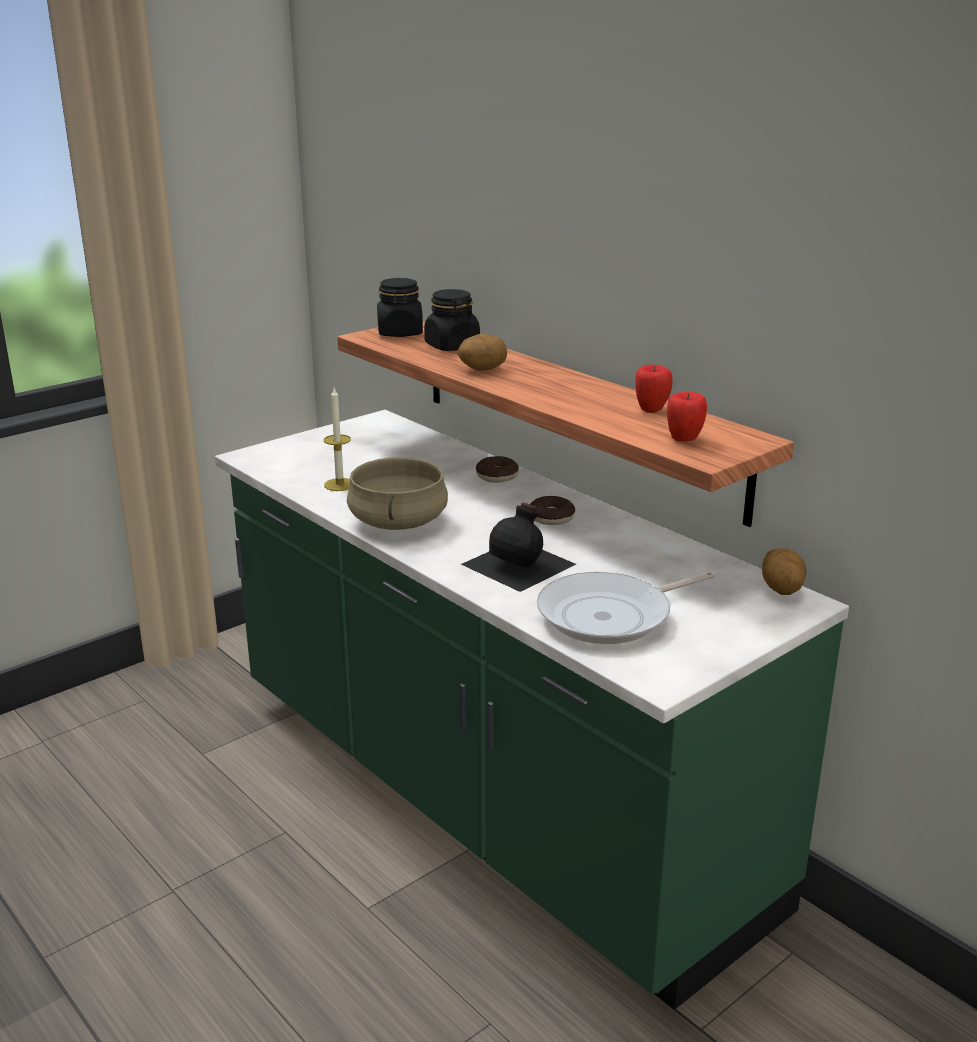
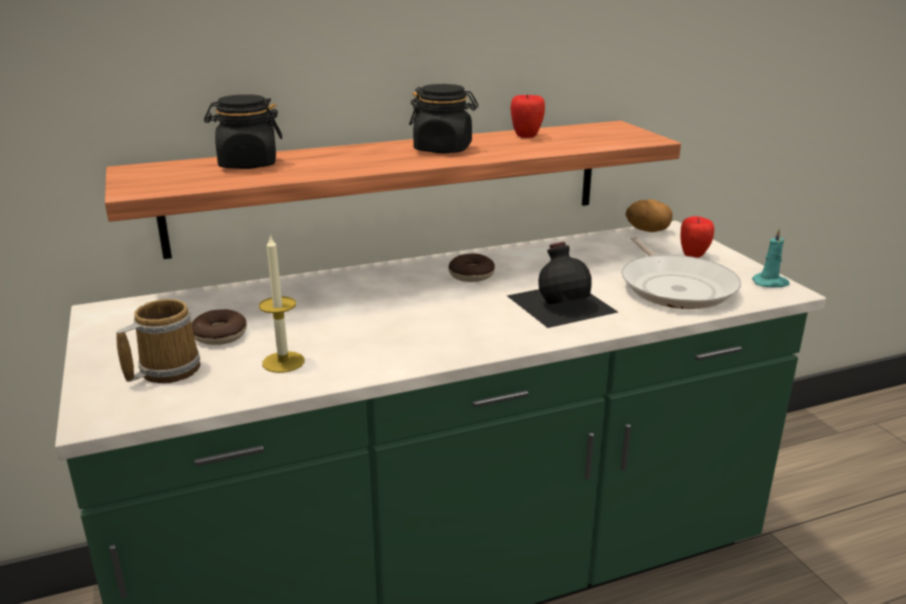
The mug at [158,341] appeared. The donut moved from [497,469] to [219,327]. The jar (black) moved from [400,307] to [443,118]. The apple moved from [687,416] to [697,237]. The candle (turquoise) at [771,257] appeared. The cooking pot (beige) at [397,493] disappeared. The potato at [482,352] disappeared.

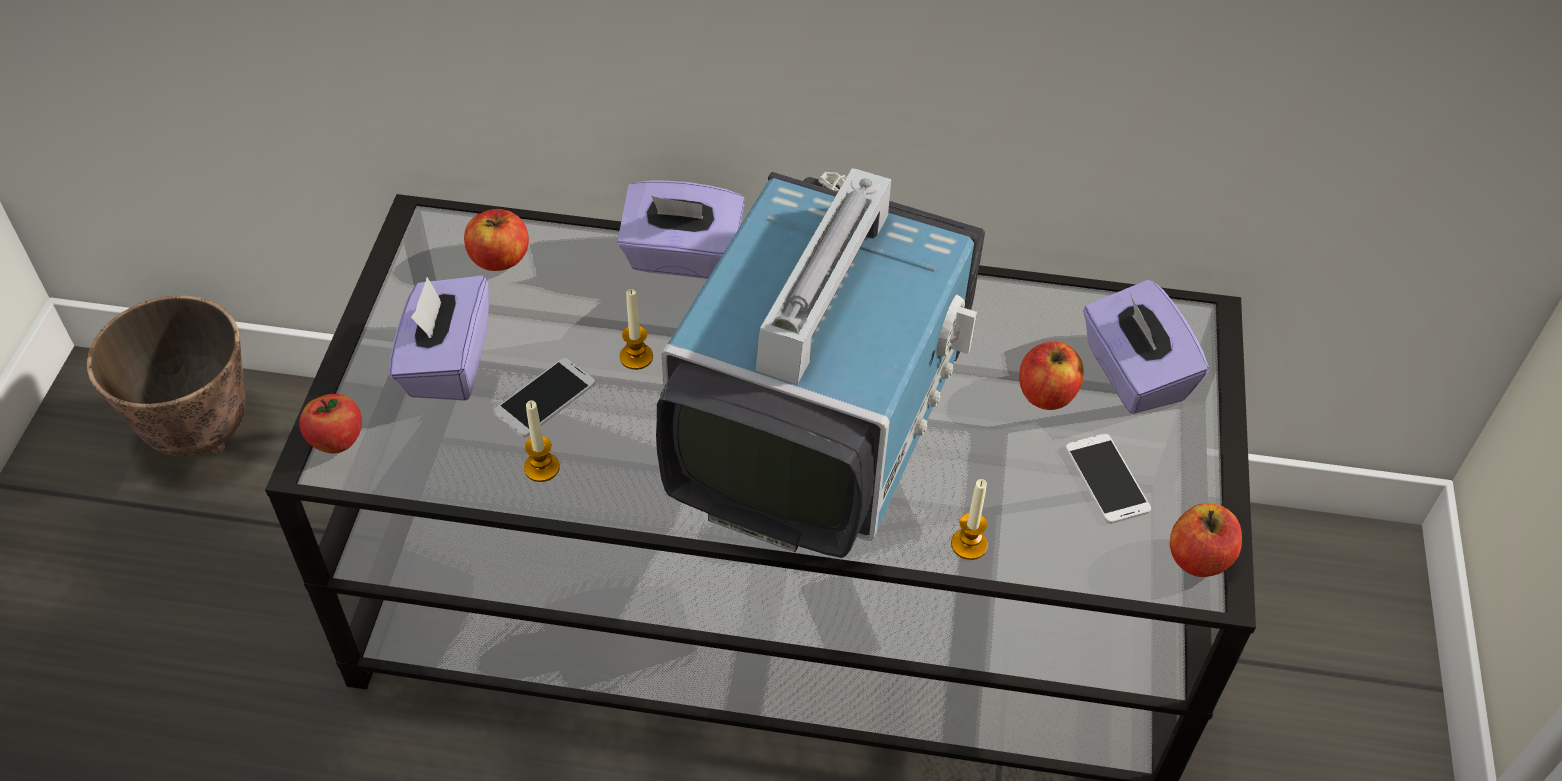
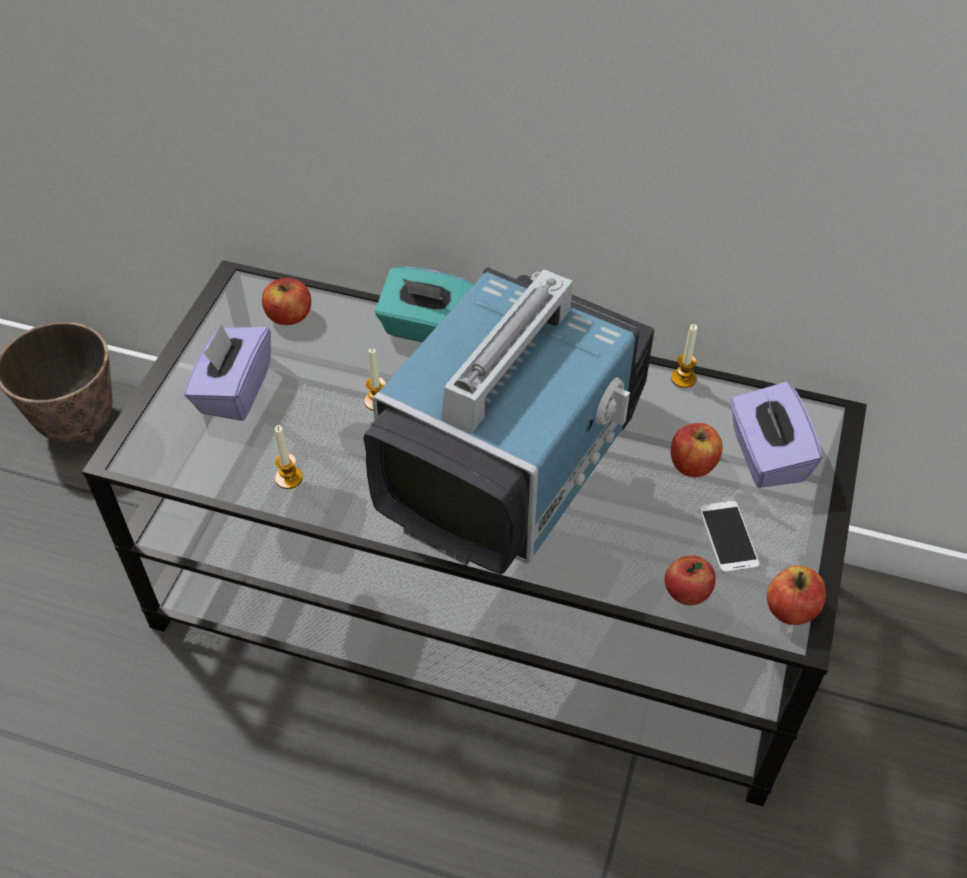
The tissue box (purple) at [681,230] became the tissue box (turquoise) at [424,305]. The apple moved from [330,423] to [690,580]. The candle moved from [969,519] to [684,356]. The phone at [544,397] disappeared.

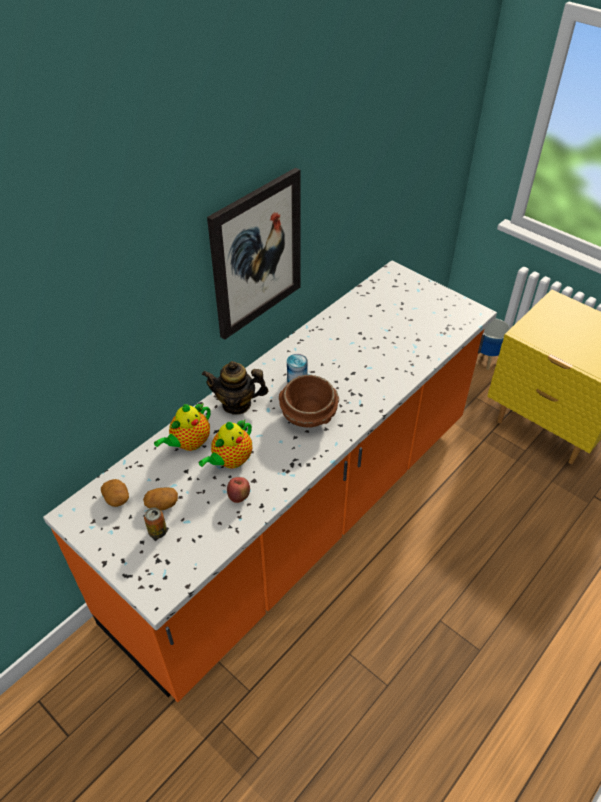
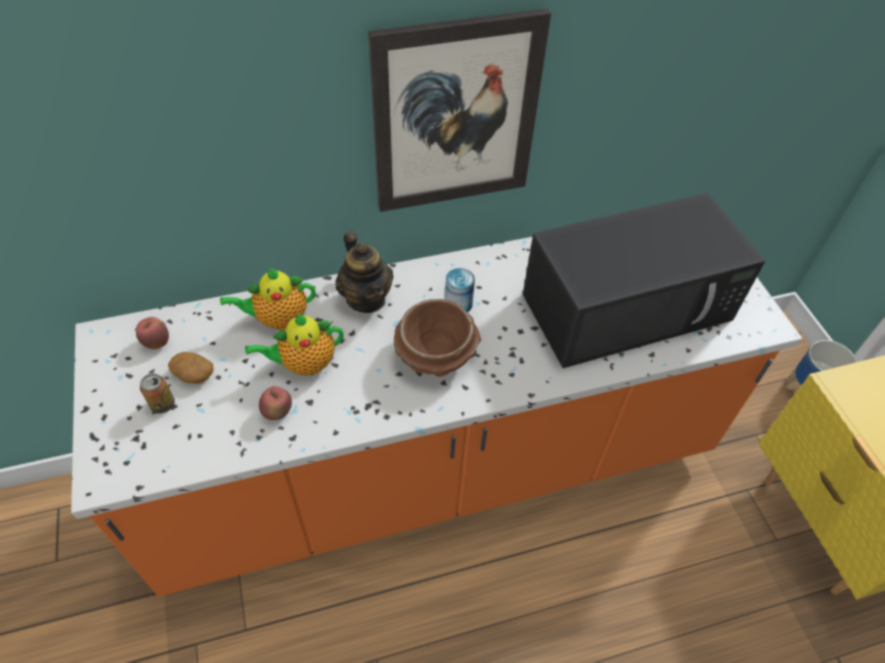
The potato at [115,493] was replaced by the apple at [152,333]. The teapot at [235,388] turned 150 degrees counterclockwise. The microwave (black) at [644,280] appeared.

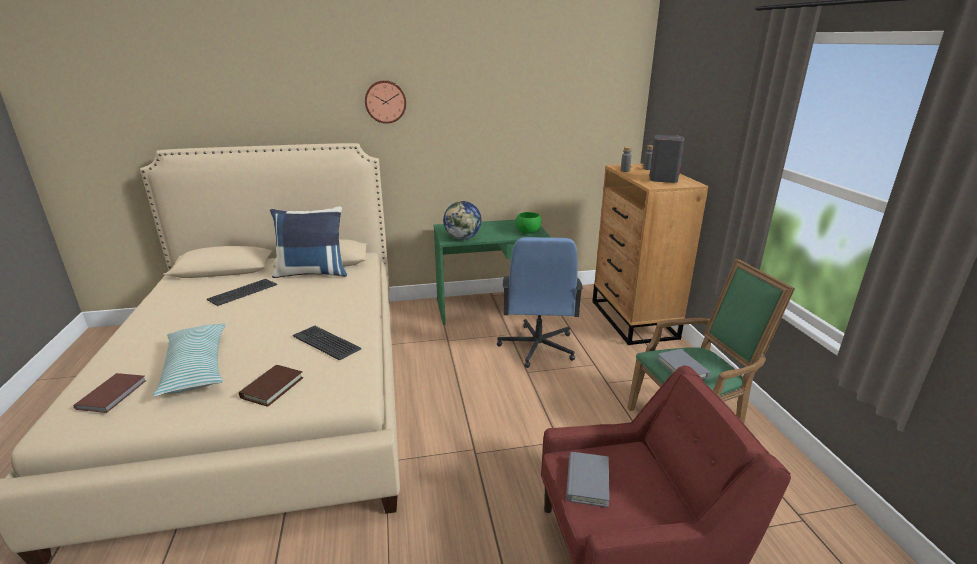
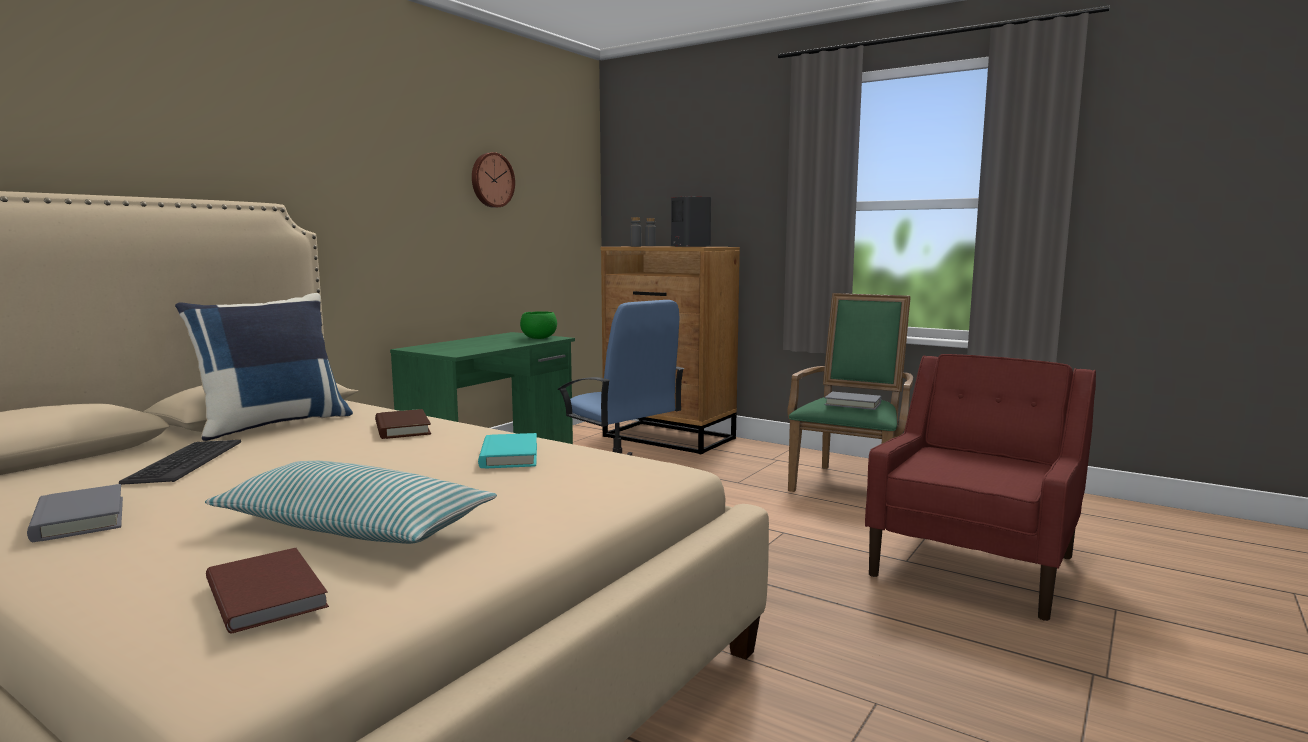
The book (grey) moved from [588,479] to [75,513]. The book (brown) moved from [271,386] to [403,424]. The wall clock moved from [385,102] to [493,180]. The keyboard at [327,343] was replaced by the book (turquoise) at [507,450]. The globe at [462,220] disappeared.

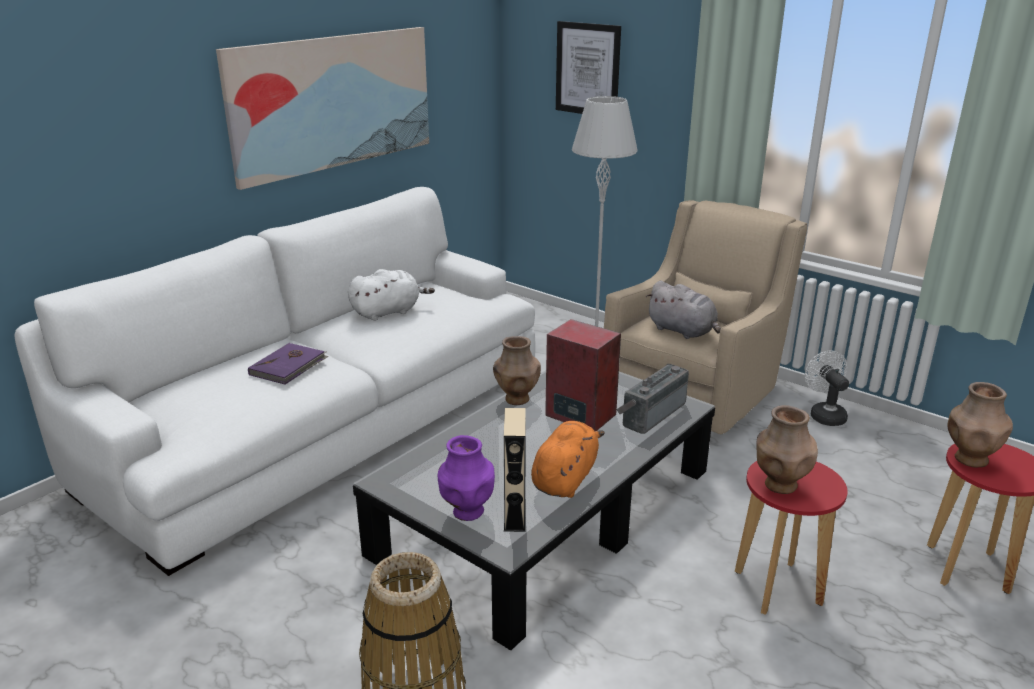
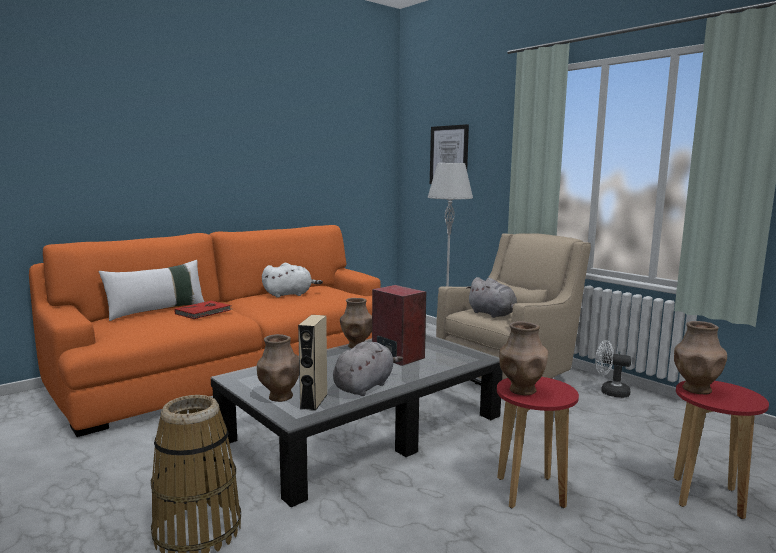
The sofa (white) at [274,381] became the sofa (orange) at [205,331]. The pillow (white) at [151,290] appeared. The book (purple) at [288,364] became the book (red) at [202,310]. The vase (purple) at [466,478] became the vase (brown) at [278,368]. The plush toy (orange) at [568,459] became the plush toy (grey) at [368,368]. The fan (white) at [827,388] turned 60 degrees counterclockwise. The picture at [322,108] disappeared. The radio at [652,399] disappeared.

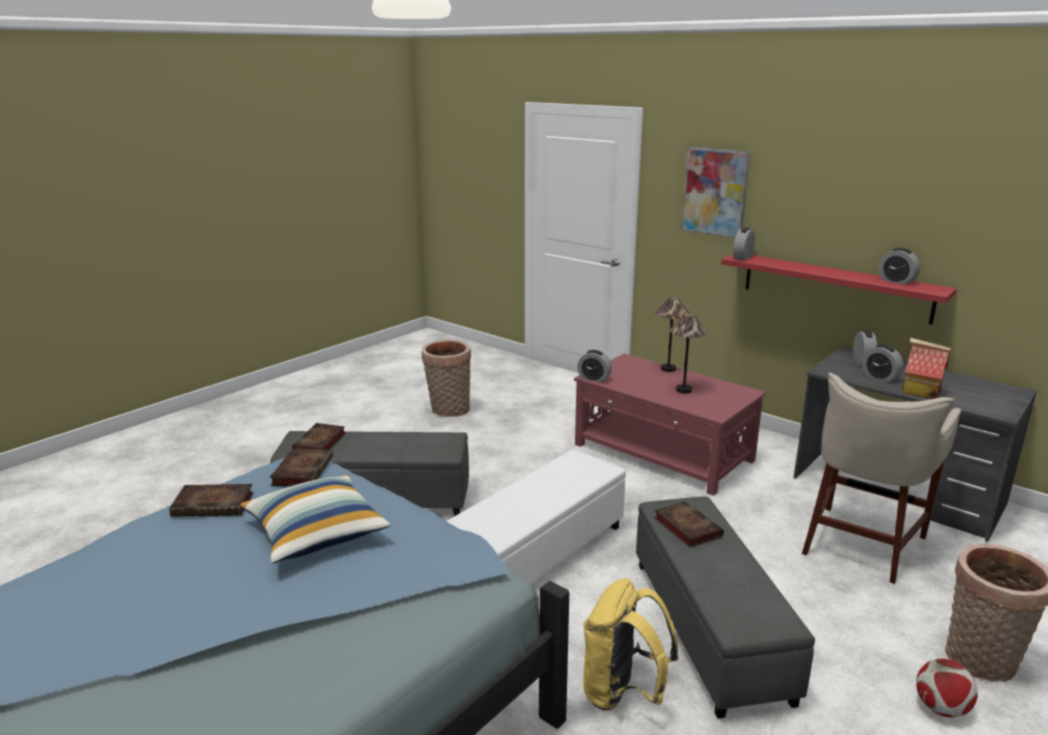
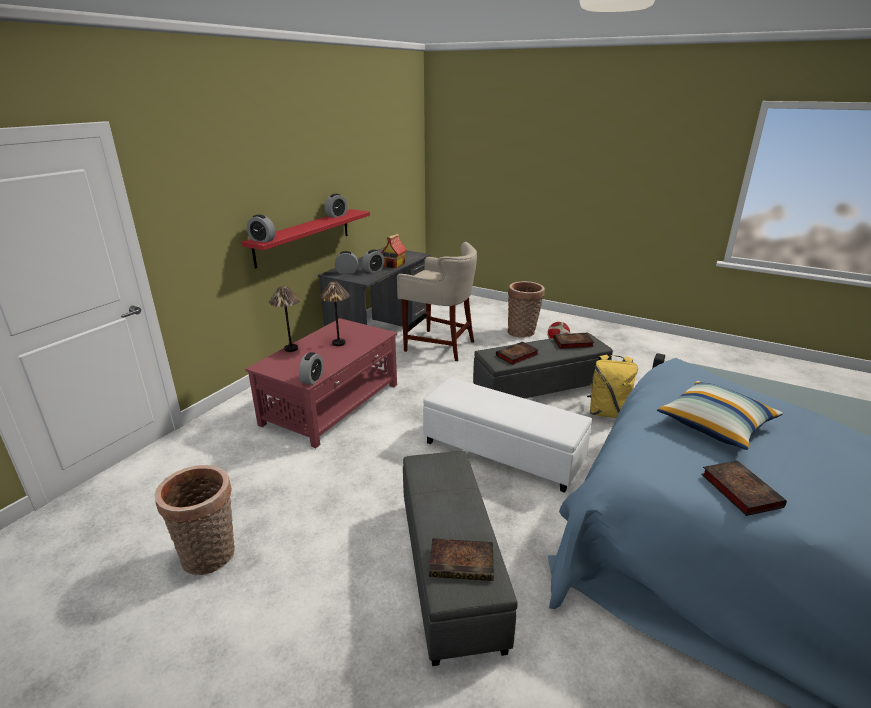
The book moved from [301,467] to [574,341]. The picture at [715,192] disappeared.

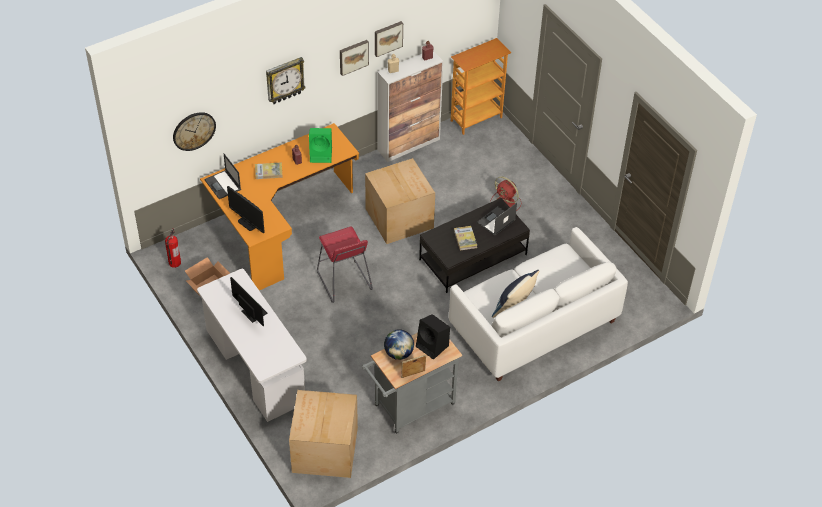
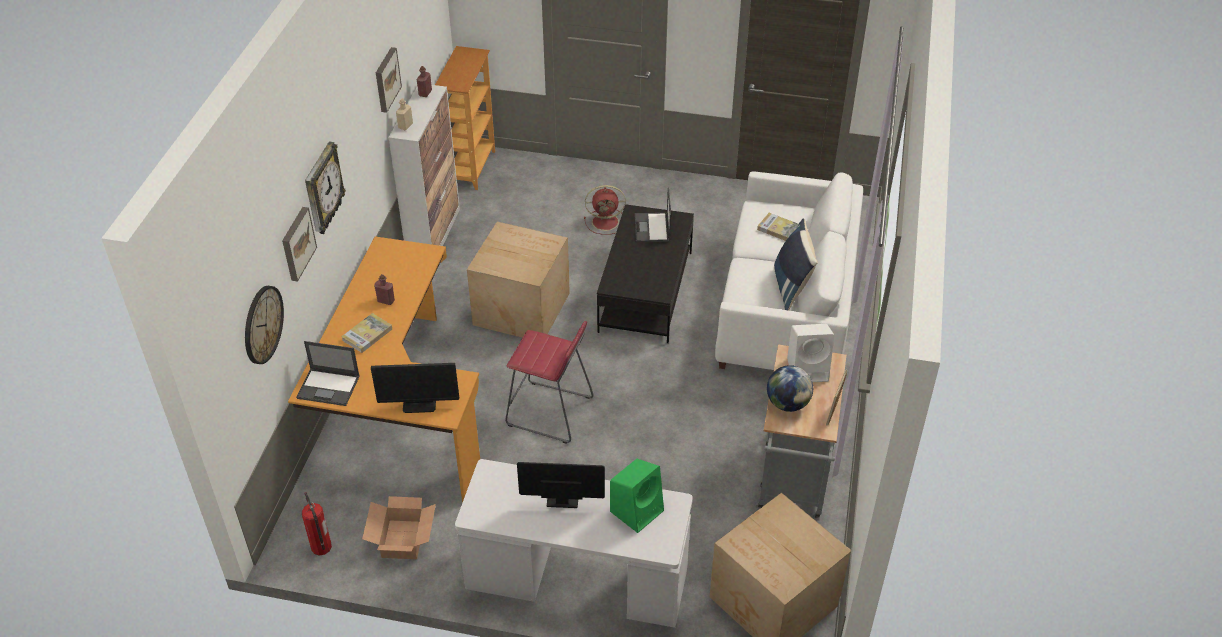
The picture moved from [354,58] to [299,244]. The speaker (green) moved from [320,145] to [637,496]. The book moved from [465,238] to [778,227]. The speaker (black) at [433,337] became the speaker (white) at [810,353].

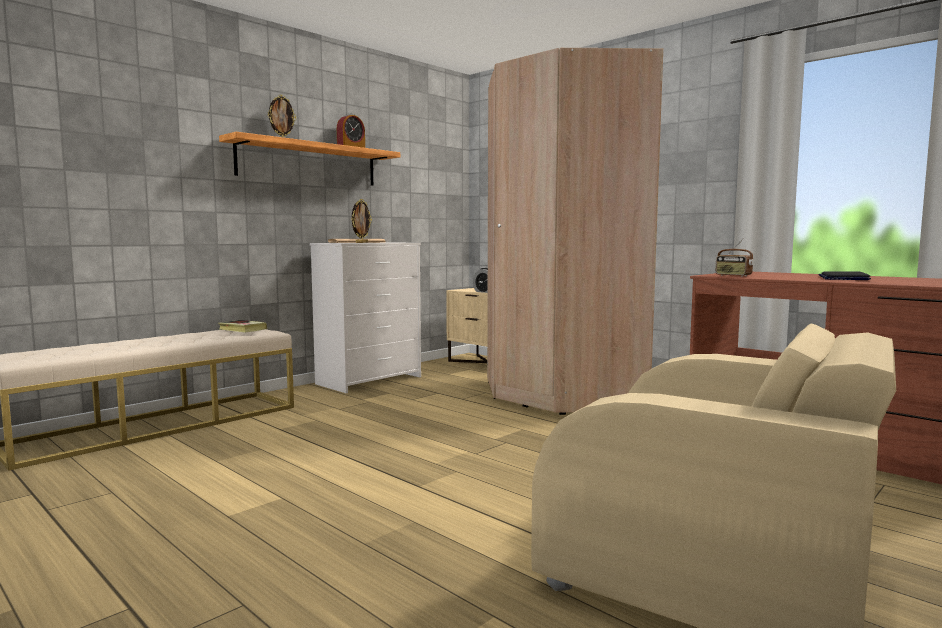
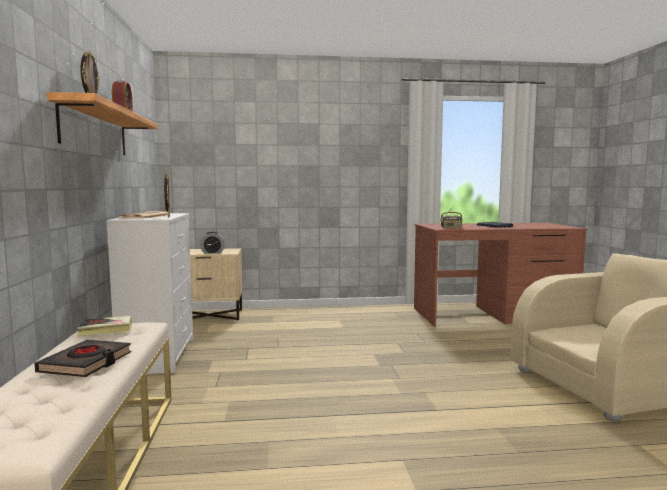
The book (black) at [83,358] appeared. The wardrobe (beige) at [575,231] disappeared.

